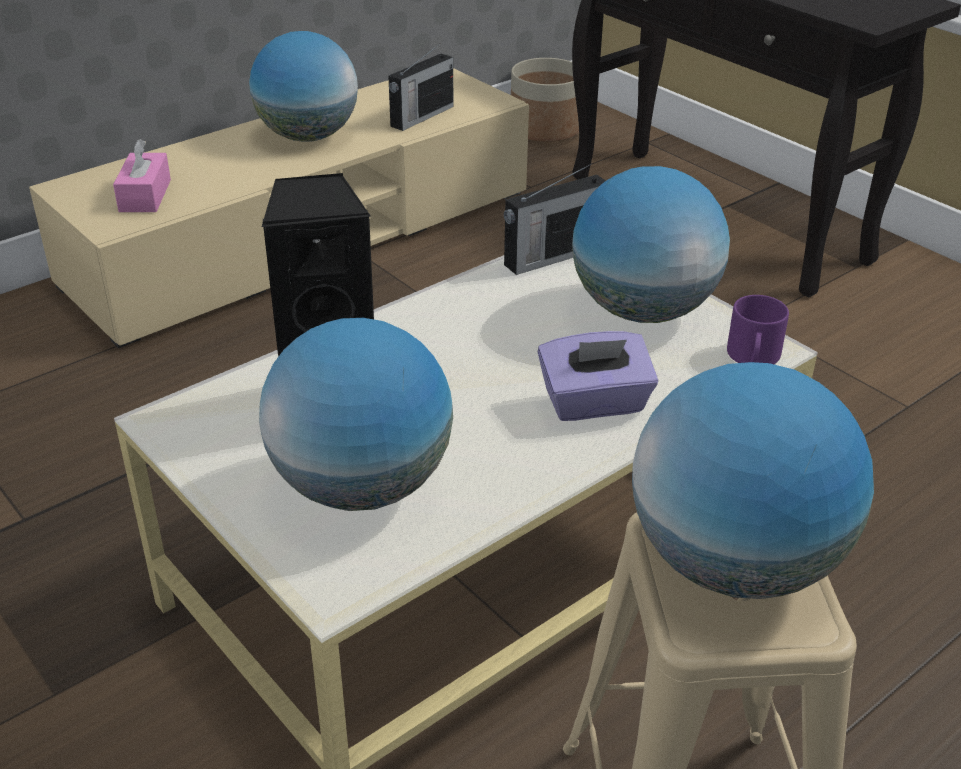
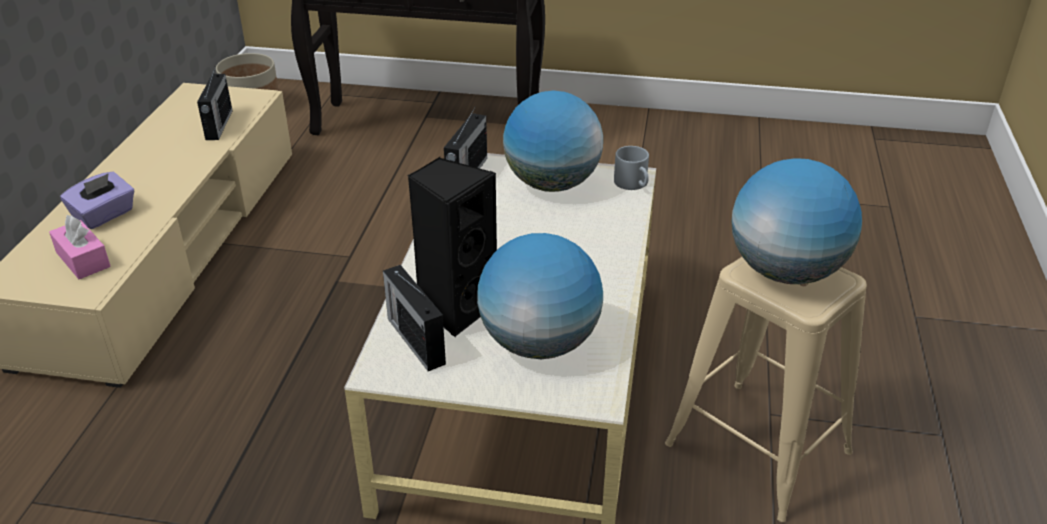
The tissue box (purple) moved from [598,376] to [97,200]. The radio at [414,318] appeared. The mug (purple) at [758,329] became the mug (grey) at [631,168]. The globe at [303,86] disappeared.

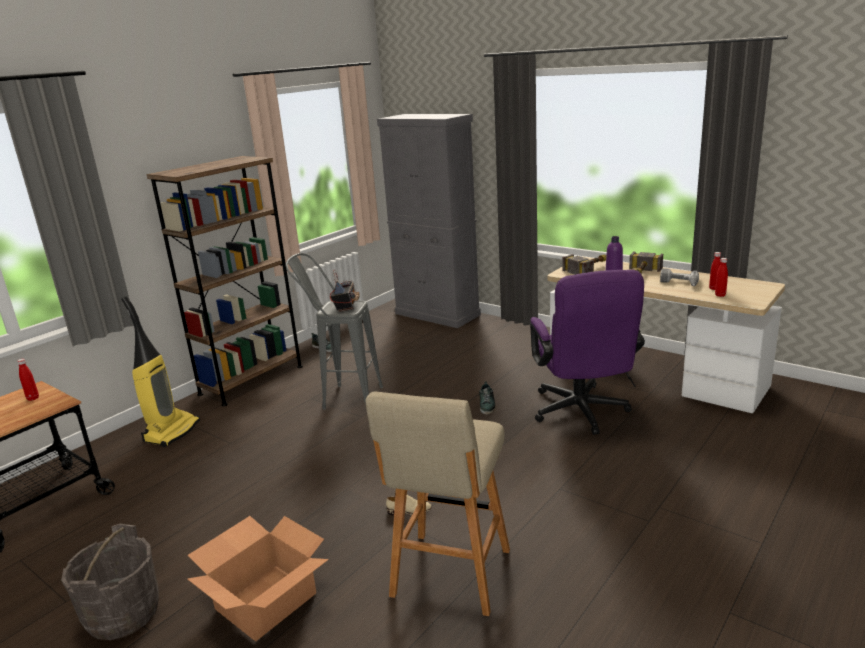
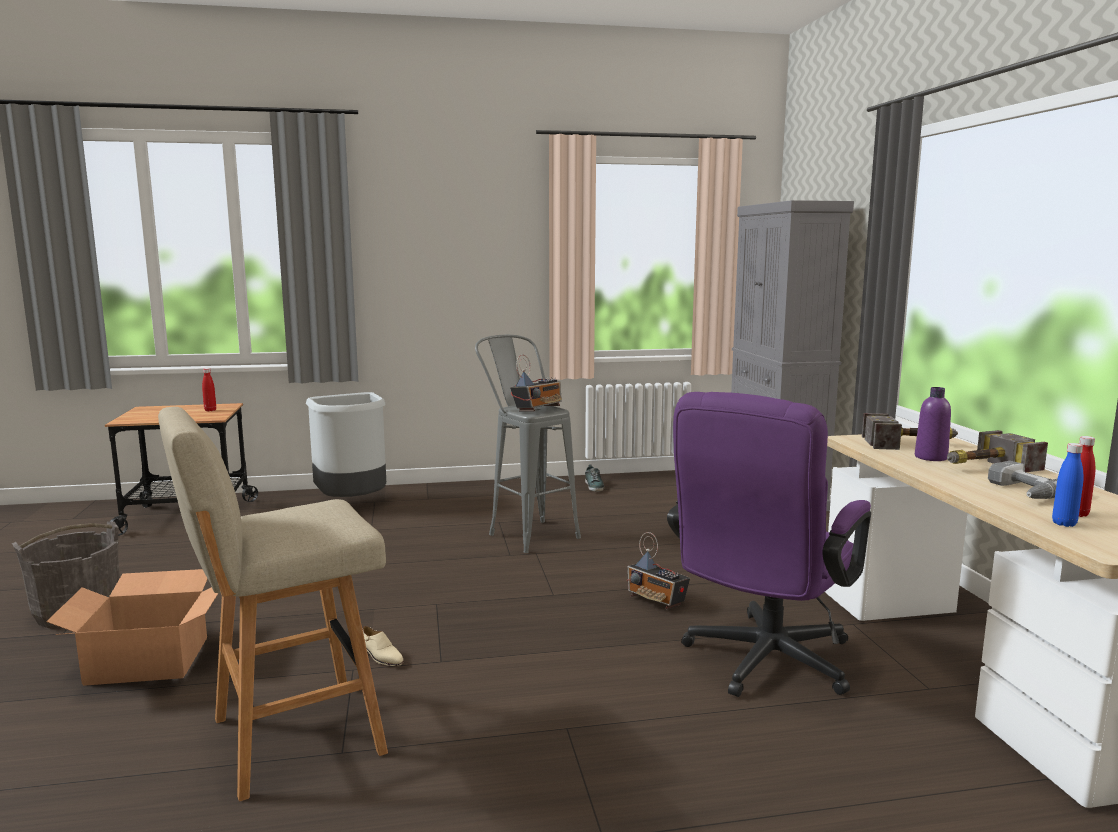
The vacuum cleaner at [160,371] was replaced by the trash can (grey) at [346,444]. The shoe at [487,398] was replaced by the radio at [658,570]. The bottle (red) at [721,277] became the bottle (blue) at [1067,485]. The bookcase (brown) at [225,281] disappeared.

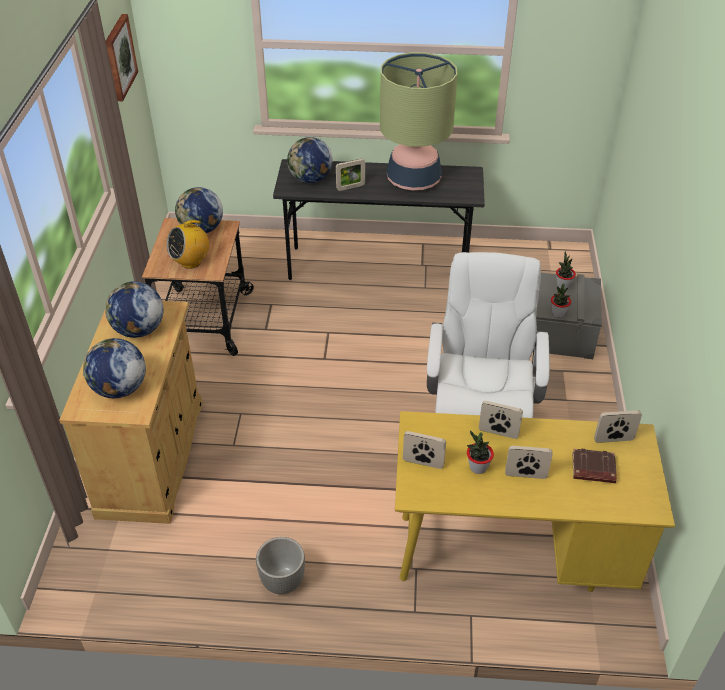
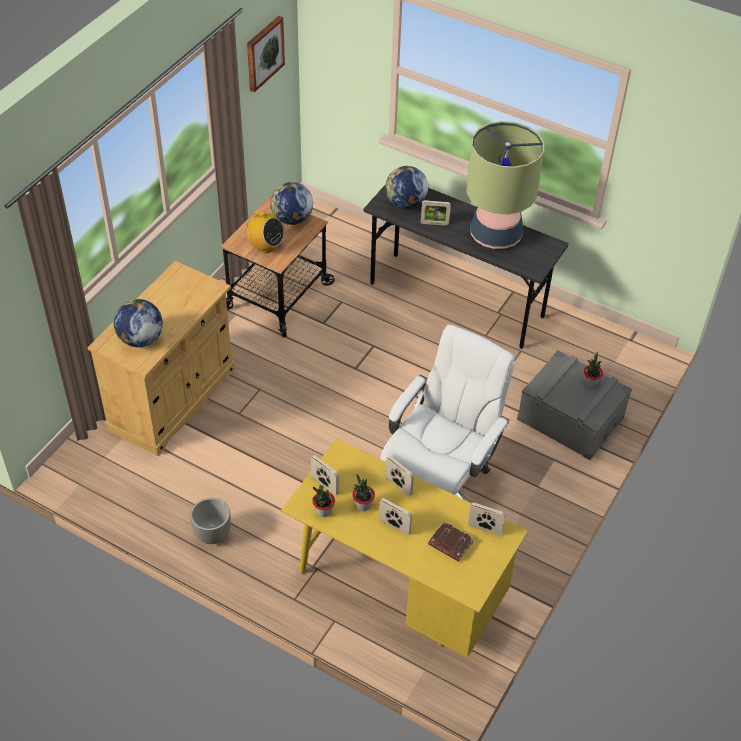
The radio at [188,243] turned 135 degrees counterclockwise. The potted plant moved from [561,300] to [323,501]. The globe at [134,310] disappeared.

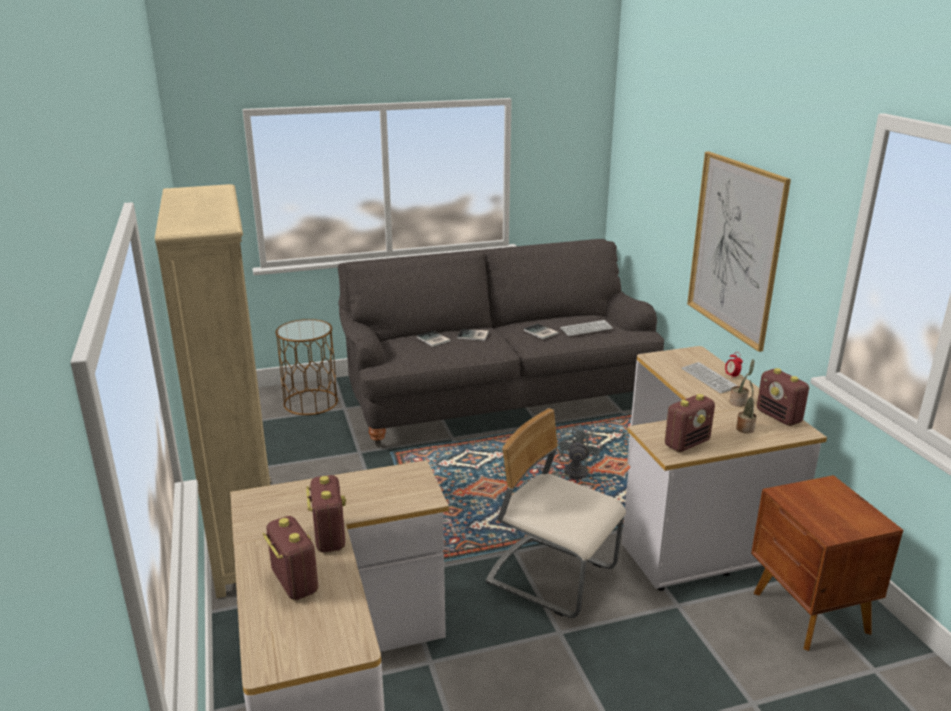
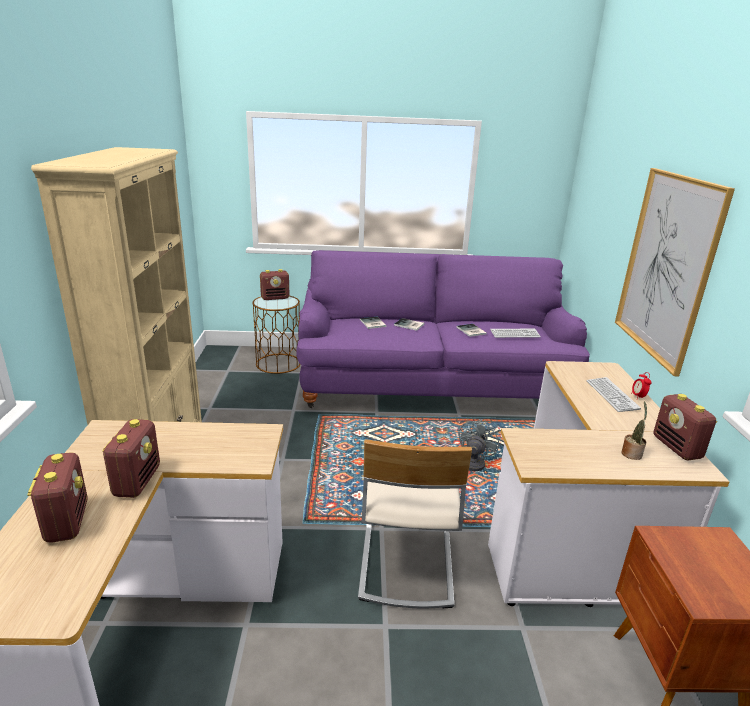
The radio moved from [690,423] to [275,284]. The sofa (grey) at [501,342] became the sofa (purple) at [443,329]. The chair (beige) at [556,513] turned 135 degrees counterclockwise. The potted plant at [742,383] disappeared.

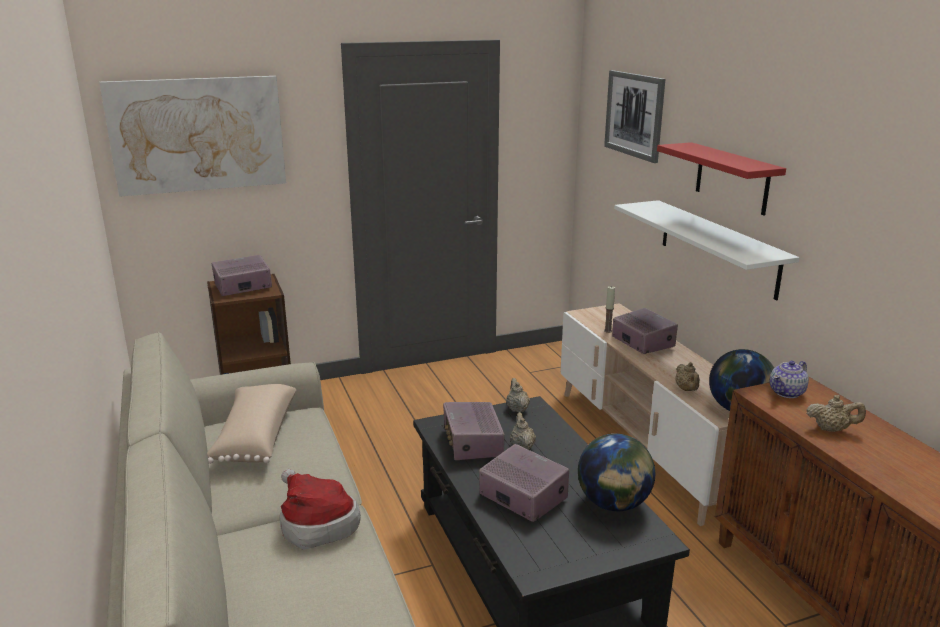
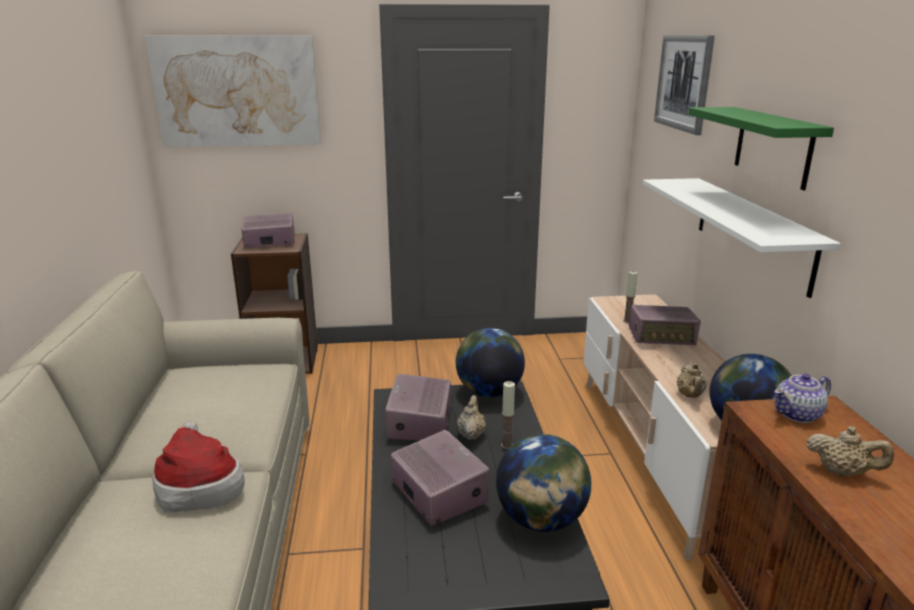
The teapot (beige) at [518,395] was replaced by the globe at [490,362]. The candle at [508,415] appeared. The radio at [645,331] turned 105 degrees clockwise. The shelf (red) at [721,179] became the shelf (green) at [761,148]. The pillow (beige) at [251,424] disappeared.

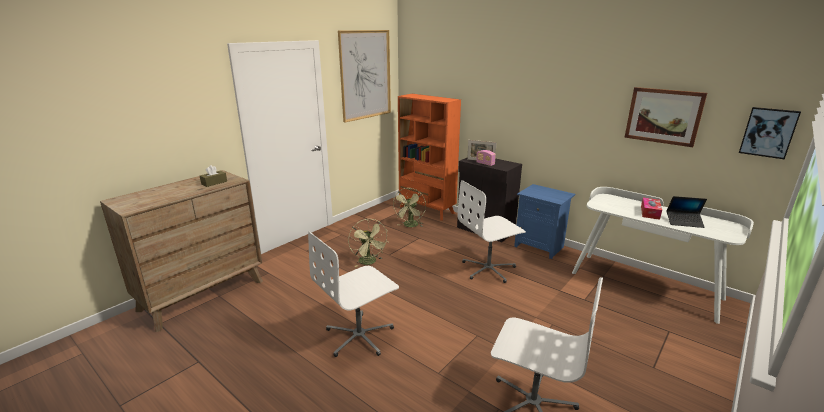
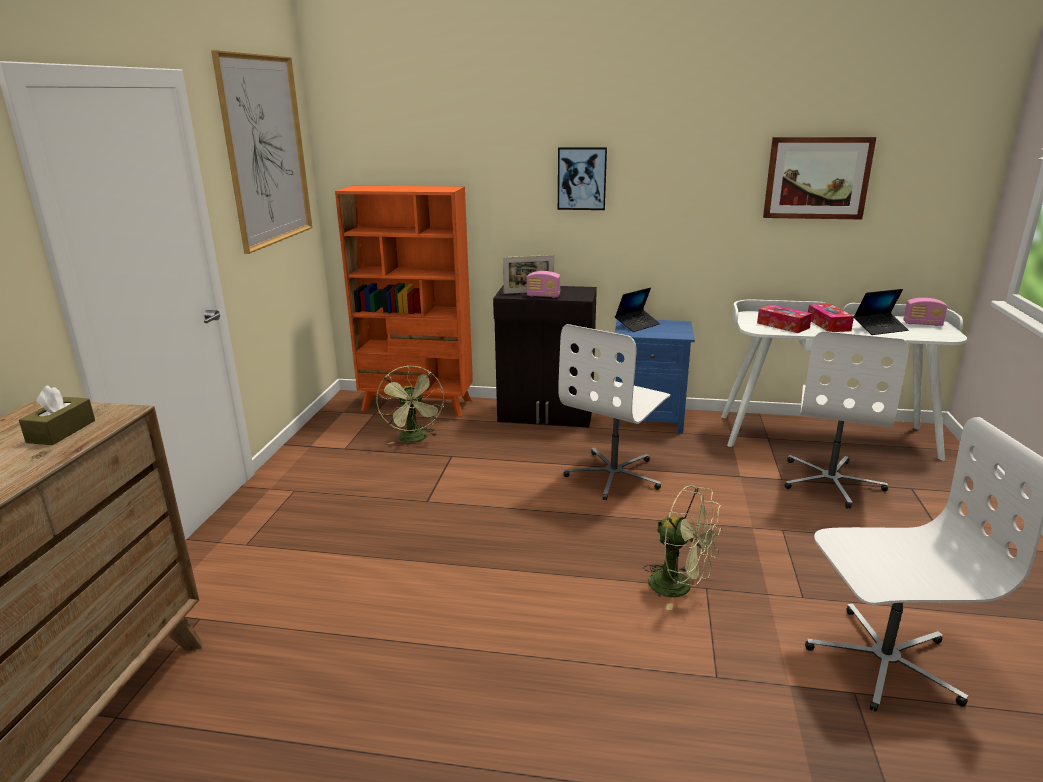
The picture moved from [770,133] to [582,178]. The laptop at [637,309] appeared. The fan (green) moved from [368,243] to [682,547]. The tissue box at [784,318] appeared. The office chair (white) moved from [353,294] to [846,420]. The radio at [925,312] appeared.

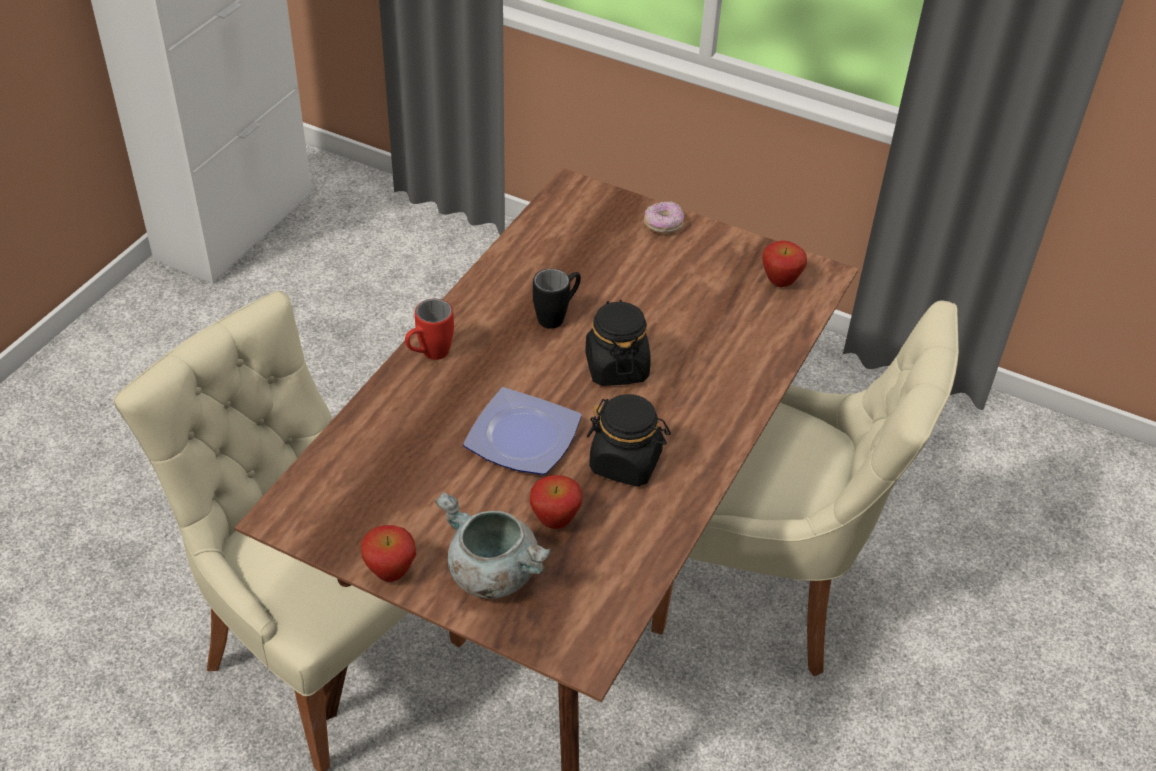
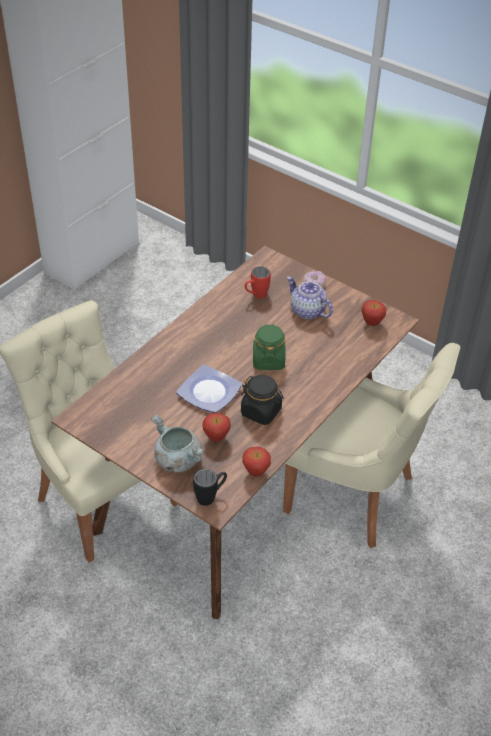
The mug (black) moved from [557,299] to [210,487]. The apple moved from [388,553] to [257,462]. The mug (red) moved from [429,329] to [258,282]. The jar (black) at [618,343] became the jar (green) at [269,347]. The teapot at [310,297] appeared.

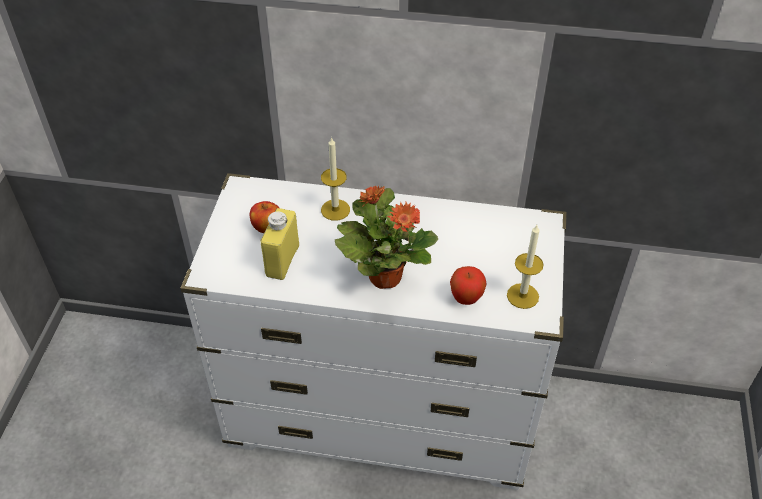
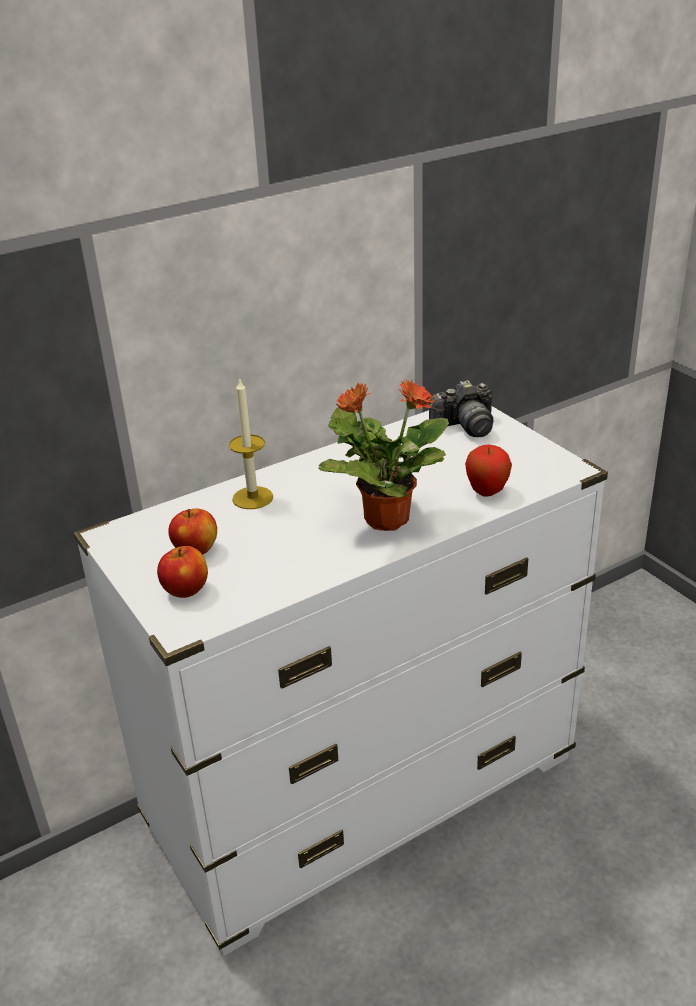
The apple at [182,572] appeared. The photo camera at [461,408] appeared. The bottle (yellow) at [280,244] disappeared. The candle at [525,267] disappeared.

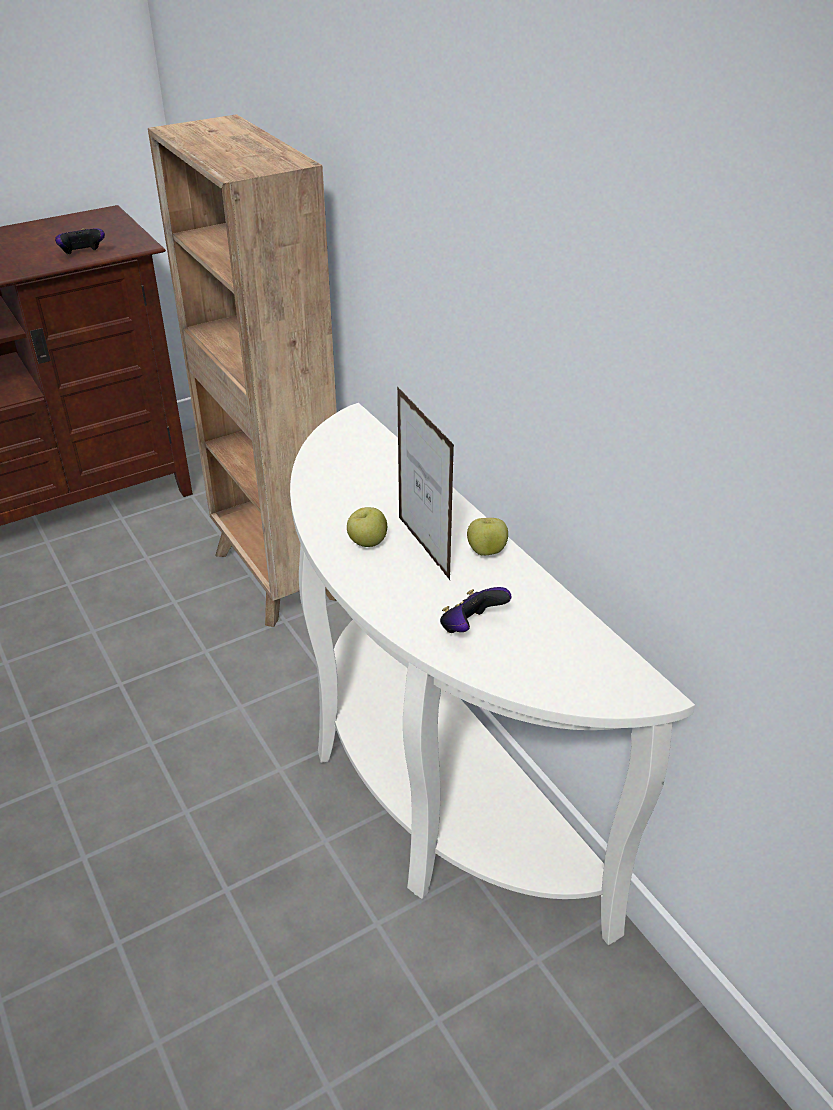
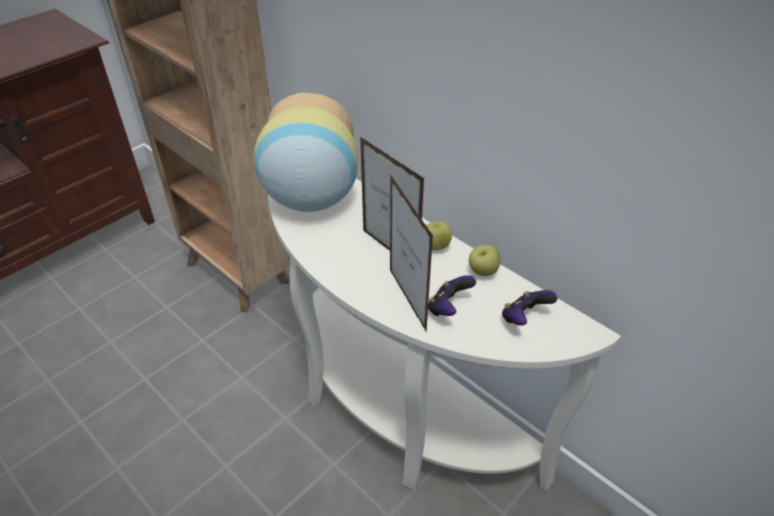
The vase at [306,152] appeared. The picture frame at [411,253] appeared. The apple moved from [367,527] to [485,260]. The game controller moved from [80,241] to [529,308].

